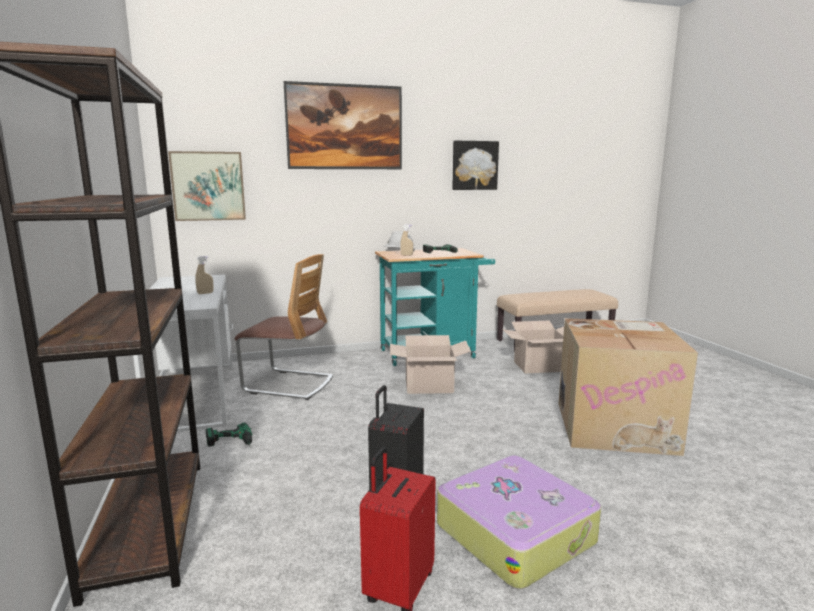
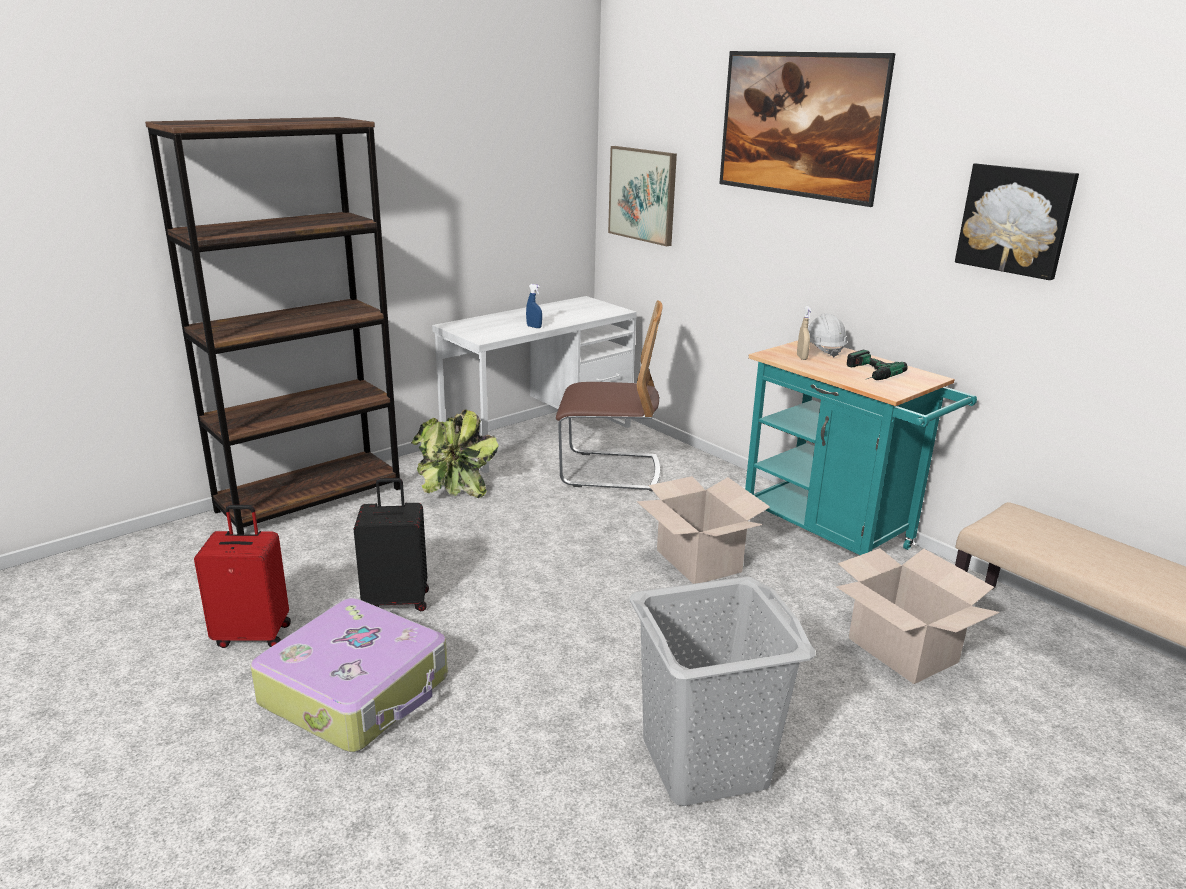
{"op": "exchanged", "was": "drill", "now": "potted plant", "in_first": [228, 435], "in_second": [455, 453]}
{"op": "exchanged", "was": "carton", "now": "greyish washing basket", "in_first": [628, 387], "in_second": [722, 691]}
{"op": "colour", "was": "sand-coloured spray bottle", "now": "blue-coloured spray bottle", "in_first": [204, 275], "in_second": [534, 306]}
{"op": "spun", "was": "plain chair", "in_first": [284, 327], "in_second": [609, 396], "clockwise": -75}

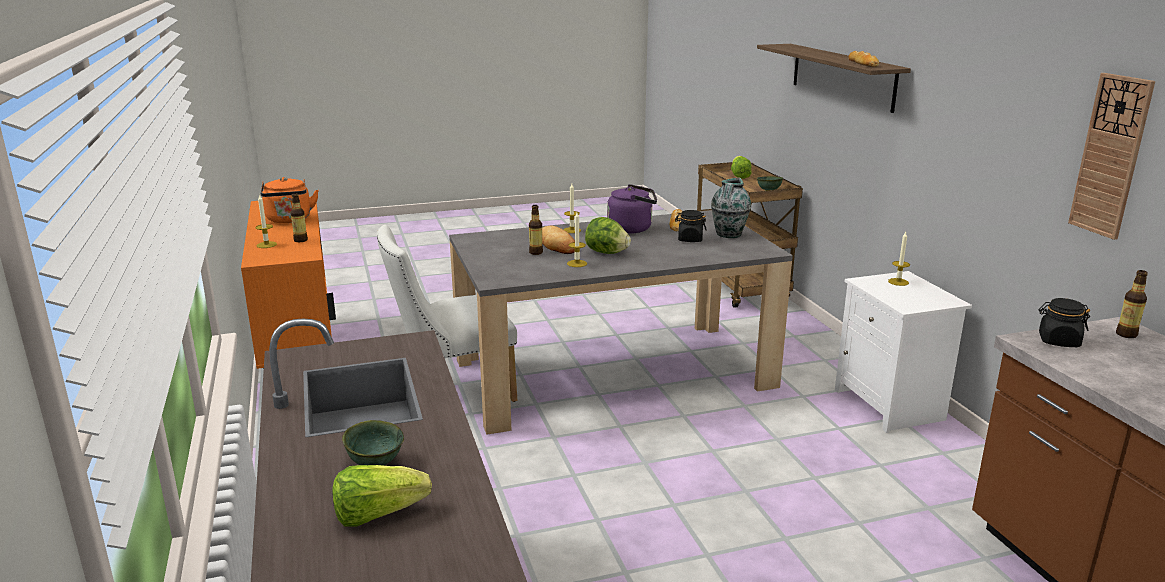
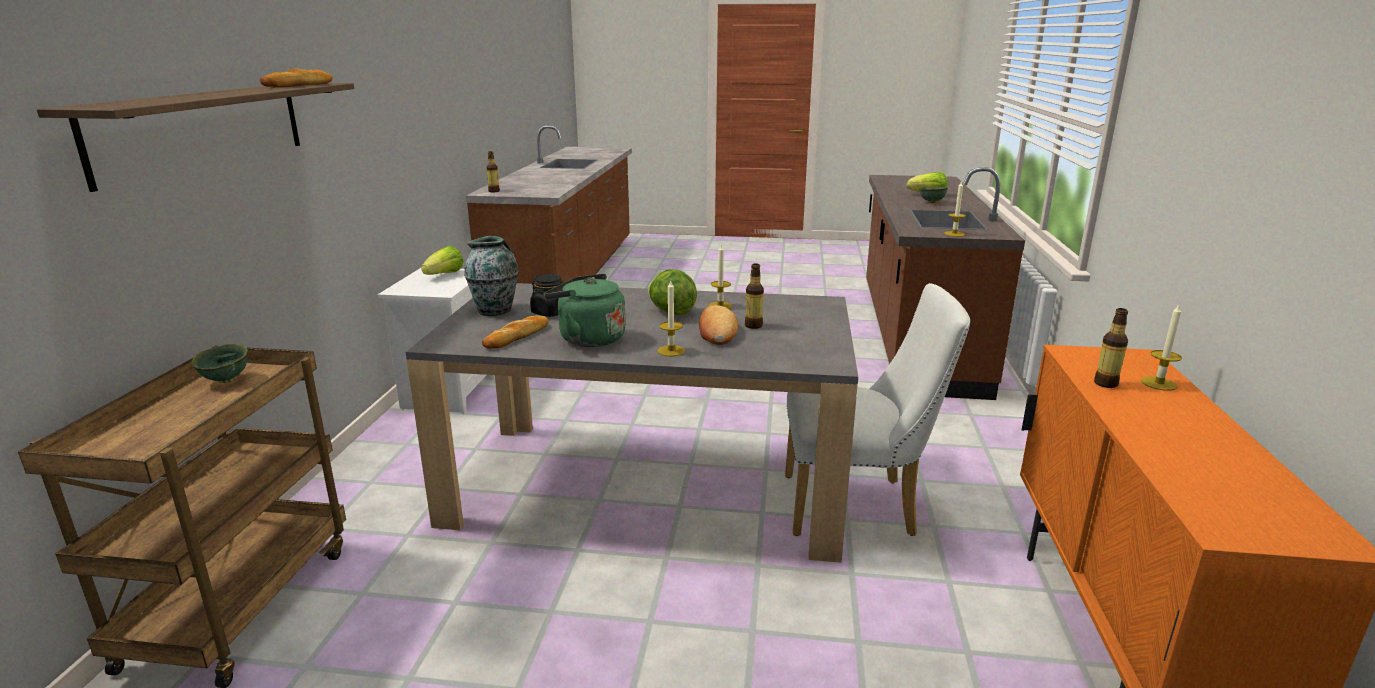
{"op": "missing", "was": "orange water kettle", "in_first": [290, 200]}
{"op": "missing", "was": "black-coloured preserve jar", "in_first": [1064, 322]}
{"op": "missing", "was": "clock on the wall", "in_first": [1111, 156]}
{"op": "relocated", "was": "lettuce head", "in_first": [741, 167], "in_second": [442, 260]}
{"op": "relocated", "was": "wax light", "in_first": [899, 259], "in_second": [955, 209]}
{"op": "colour", "was": "purplish water kettle", "now": "greenish water kettle", "in_first": [632, 209], "in_second": [585, 310]}

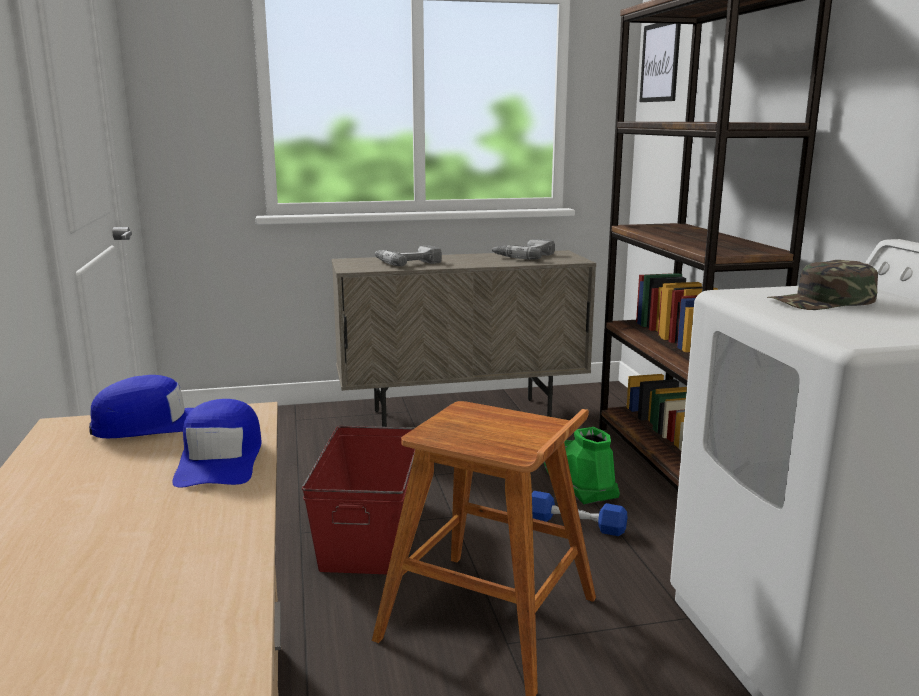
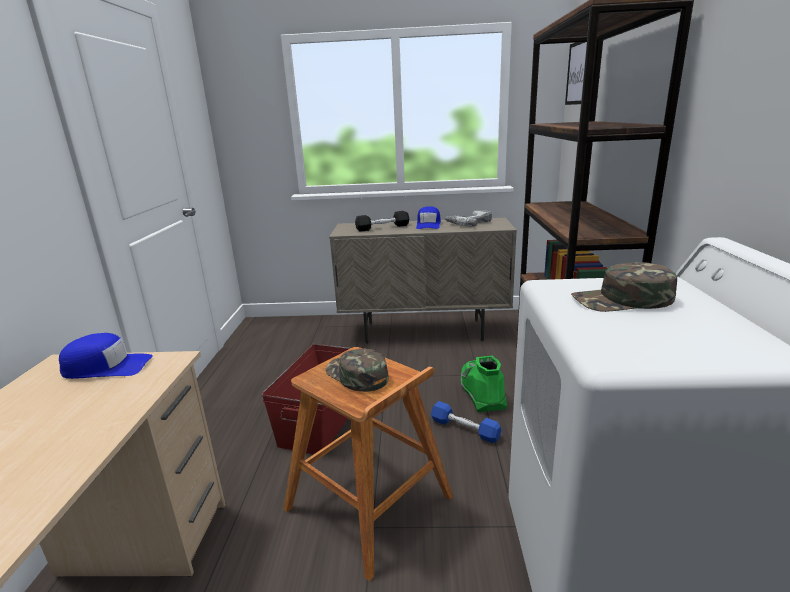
{"op": "appeared", "now": "greenish baseball cap", "in_second": [357, 370]}
{"op": "relocated", "was": "blue-coloured baseball cap", "in_first": [217, 443], "in_second": [428, 217]}
{"op": "exchanged", "was": "drill", "now": "black-coloured free weight", "in_first": [408, 255], "in_second": [382, 221]}

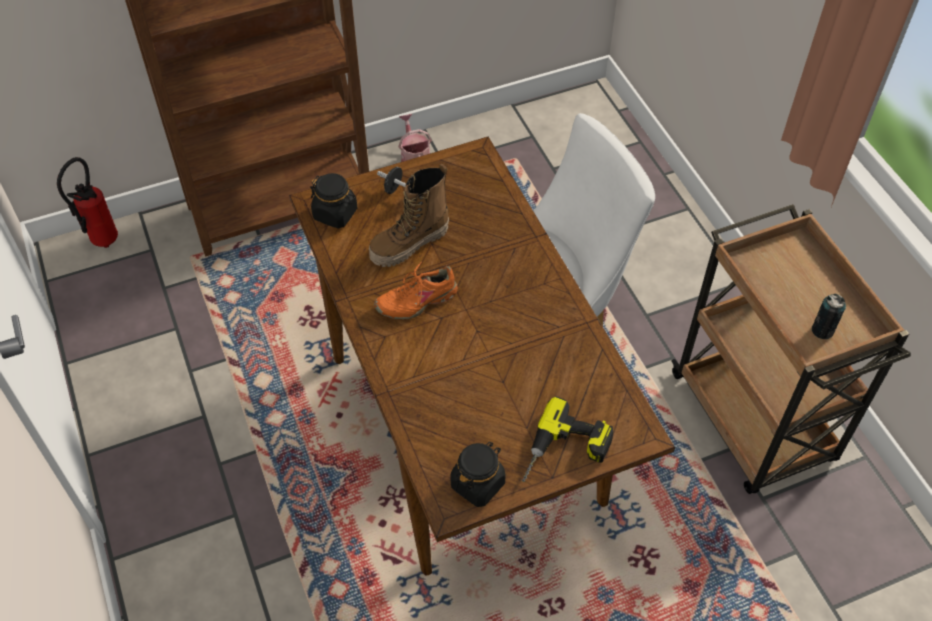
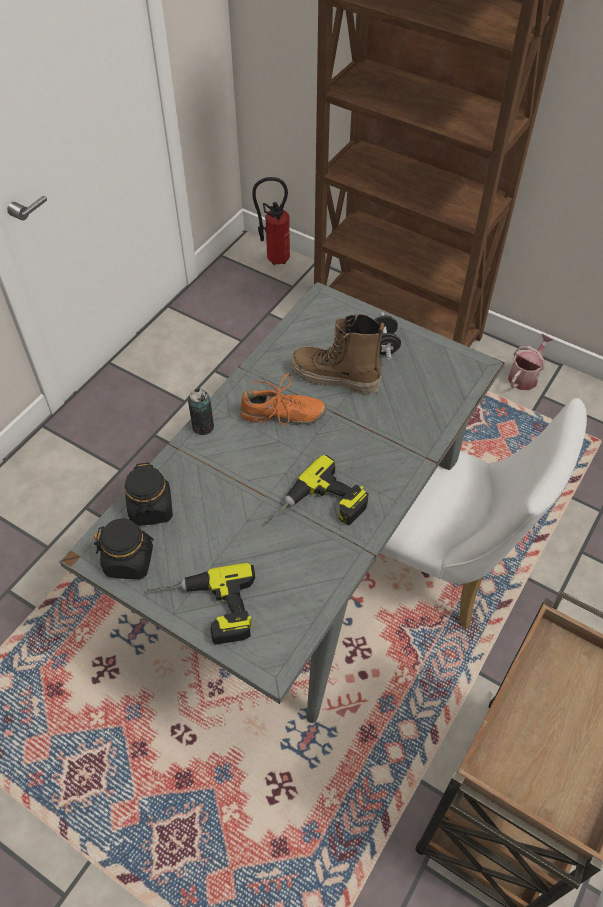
{"op": "appeared", "now": "drill", "in_second": [317, 490]}
{"op": "relocated", "was": "black-coloured preserve jar", "in_first": [334, 201], "in_second": [149, 494]}
{"op": "relocated", "was": "sealed can", "in_first": [829, 316], "in_second": [201, 411]}
{"op": "colour", "was": "brown-coloured dining table", "now": "greyish dining table", "in_first": [482, 356], "in_second": [282, 502]}
{"op": "spun", "was": "orange low shoe", "in_first": [416, 290], "in_second": [283, 399], "clockwise": 150}

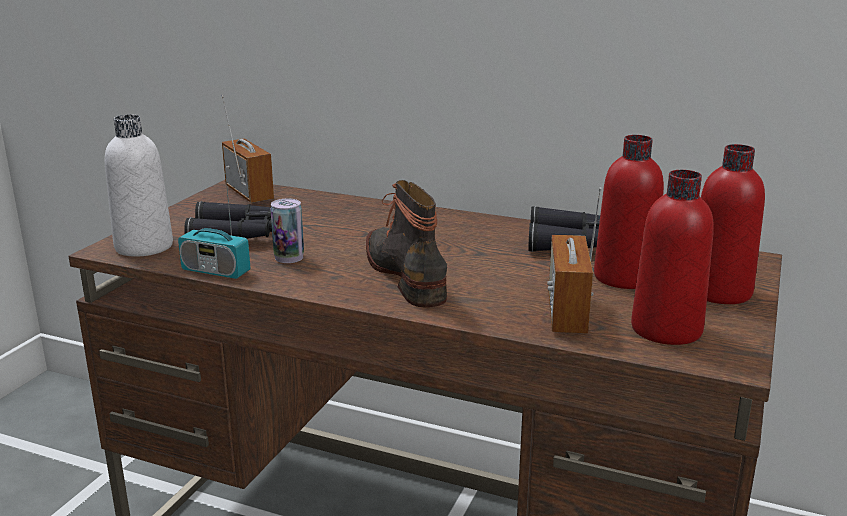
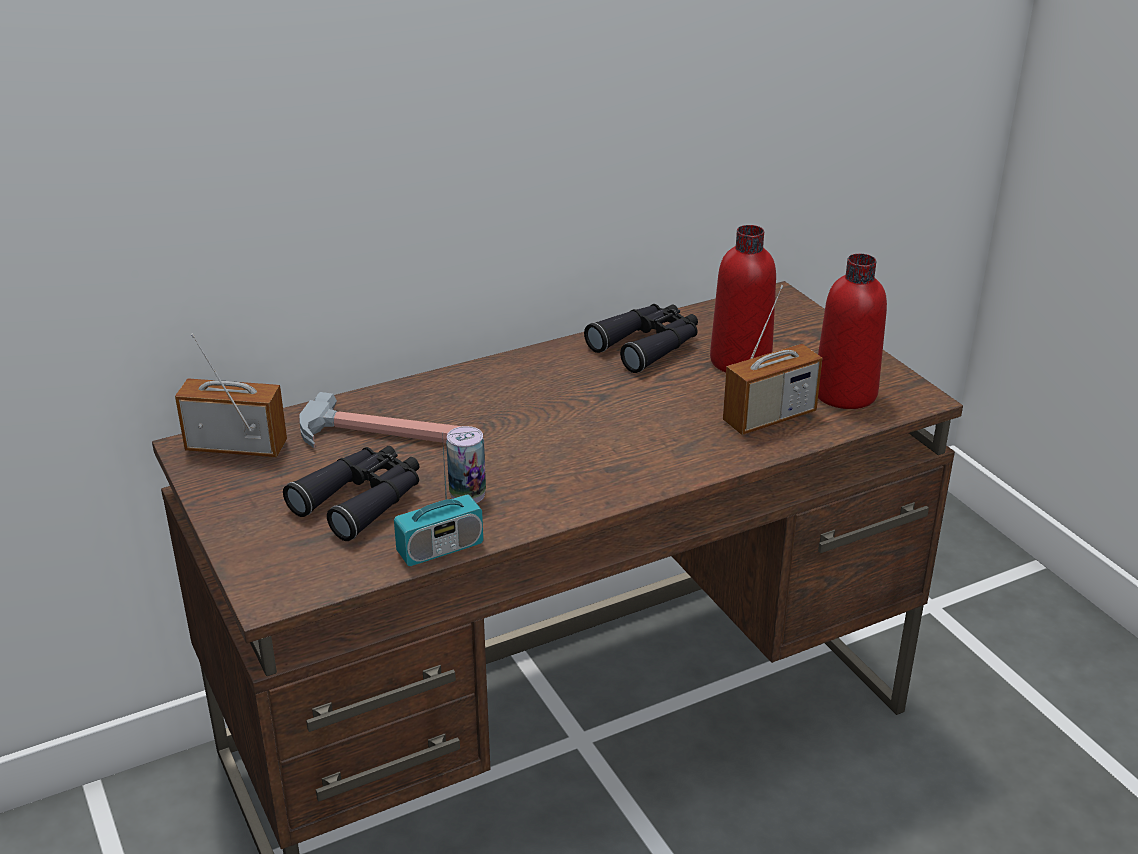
{"op": "missing", "was": "white-coloured bottle", "in_first": [139, 186]}
{"op": "missing", "was": "boot", "in_first": [406, 243]}
{"op": "missing", "was": "red bottle", "in_first": [733, 224]}
{"op": "appeared", "now": "hammer", "in_second": [380, 420]}
{"op": "spun", "was": "radio receiver", "in_first": [574, 260], "in_second": [772, 360], "clockwise": -75}

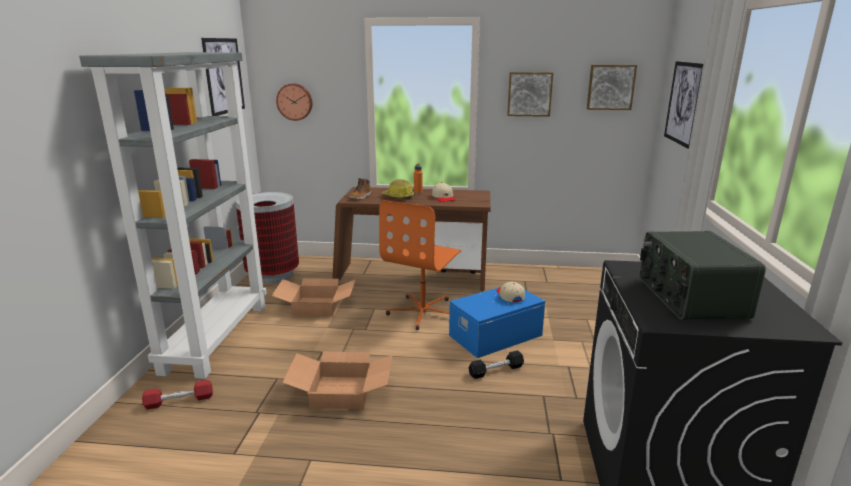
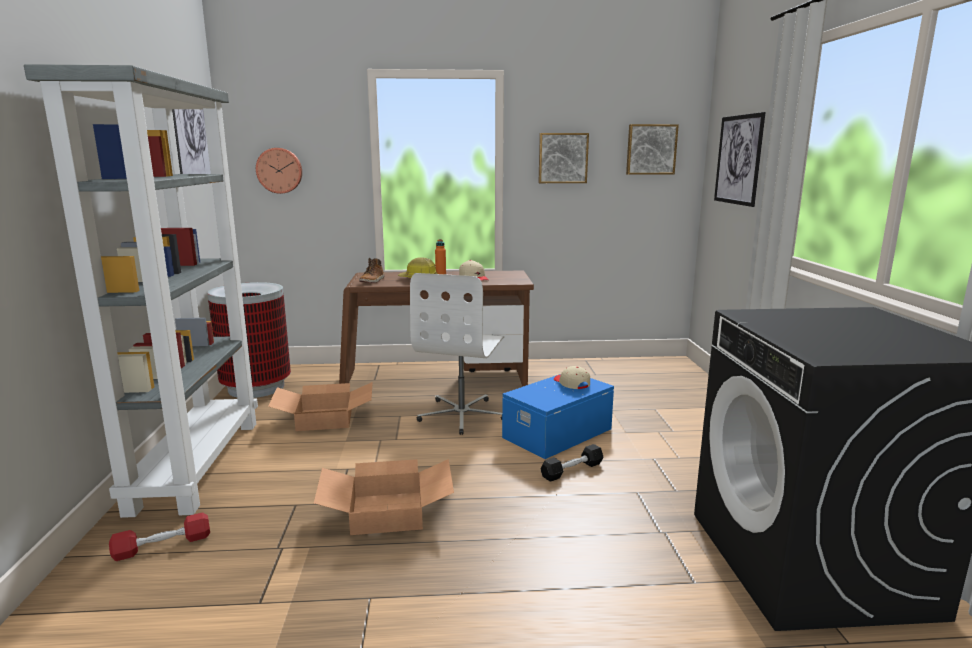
{"op": "missing", "was": "radio receiver", "in_first": [702, 275]}
{"op": "colour", "was": "orange office chair", "now": "white-coloured office chair", "in_first": [420, 265], "in_second": [457, 354]}

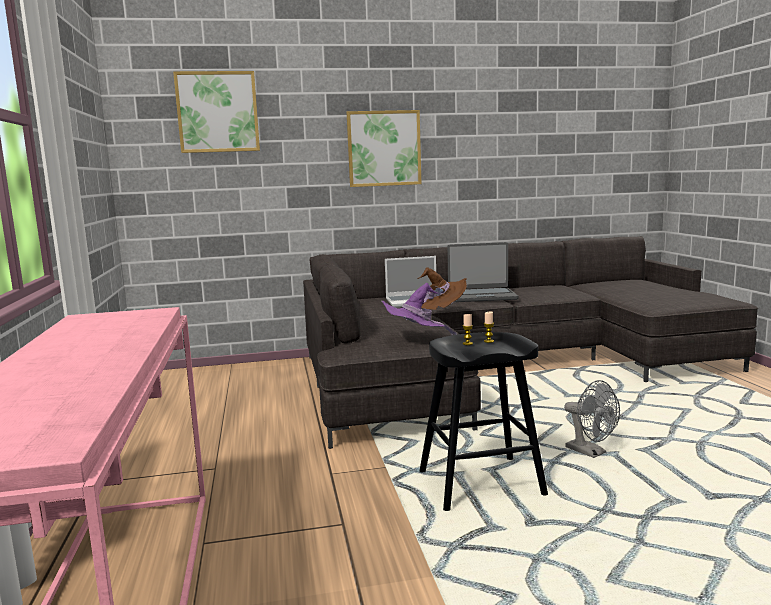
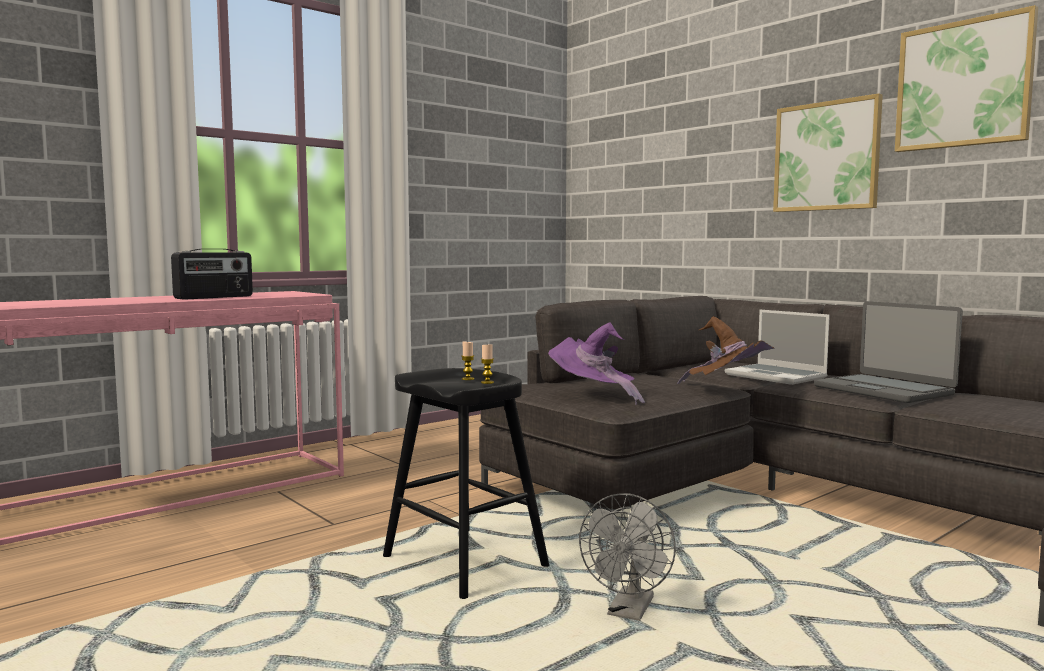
{"op": "appeared", "now": "radio receiver", "in_second": [212, 274]}
{"op": "relocated", "was": "wall art", "in_first": [216, 112], "in_second": [966, 78]}

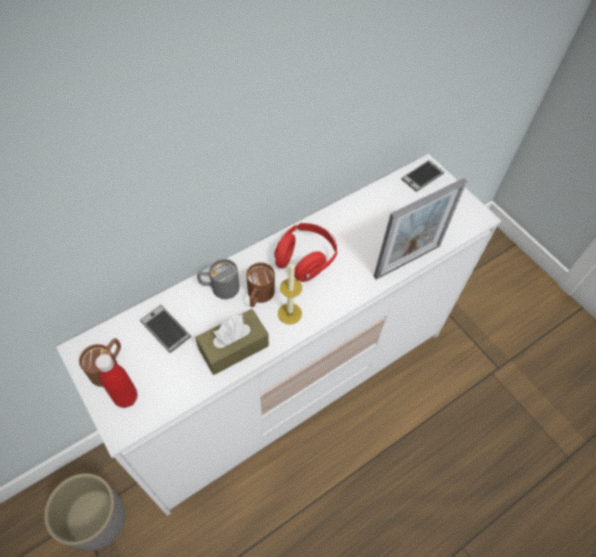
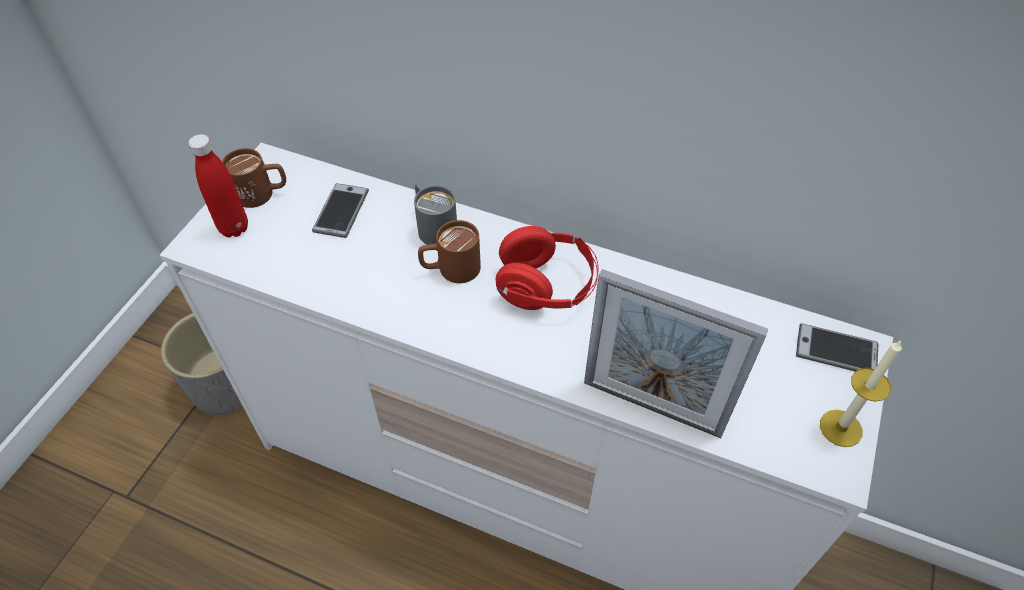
{"op": "missing", "was": "brown-coloured tissue box", "in_first": [232, 342]}
{"op": "relocated", "was": "wax light", "in_first": [290, 293], "in_second": [861, 394]}

